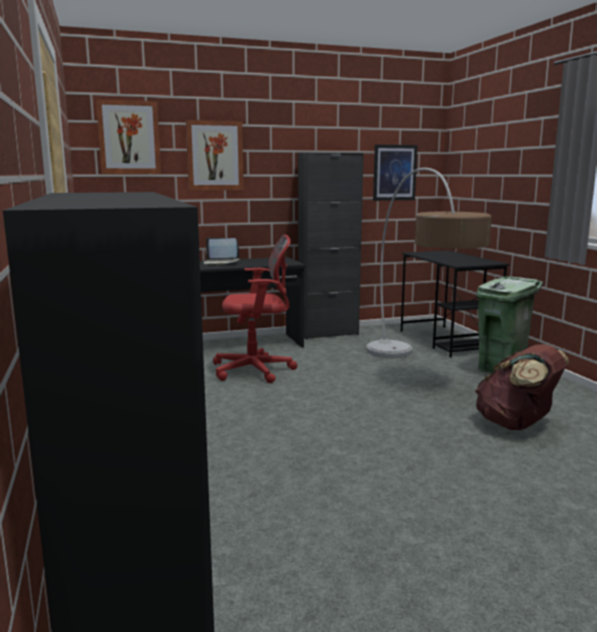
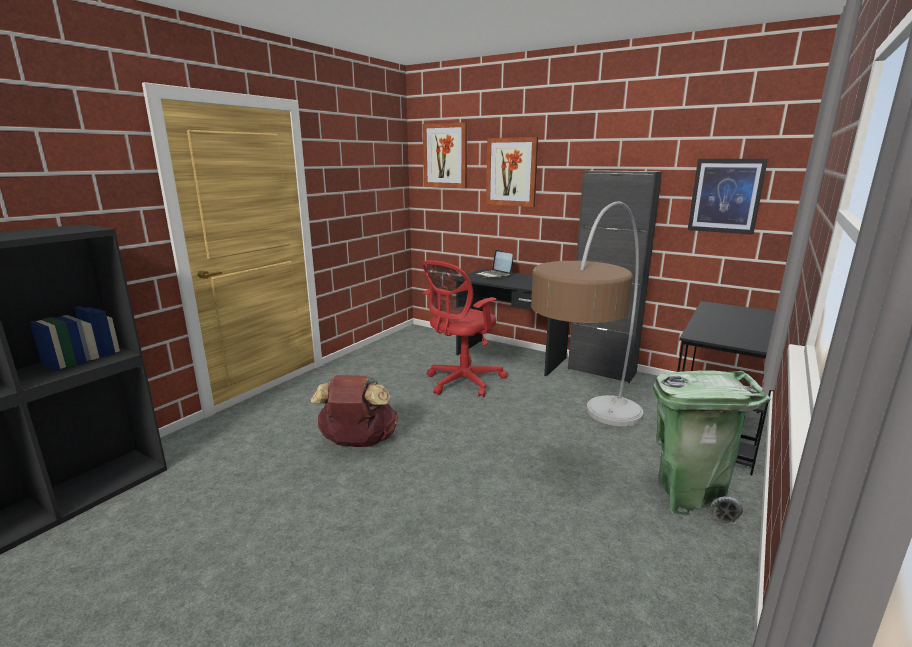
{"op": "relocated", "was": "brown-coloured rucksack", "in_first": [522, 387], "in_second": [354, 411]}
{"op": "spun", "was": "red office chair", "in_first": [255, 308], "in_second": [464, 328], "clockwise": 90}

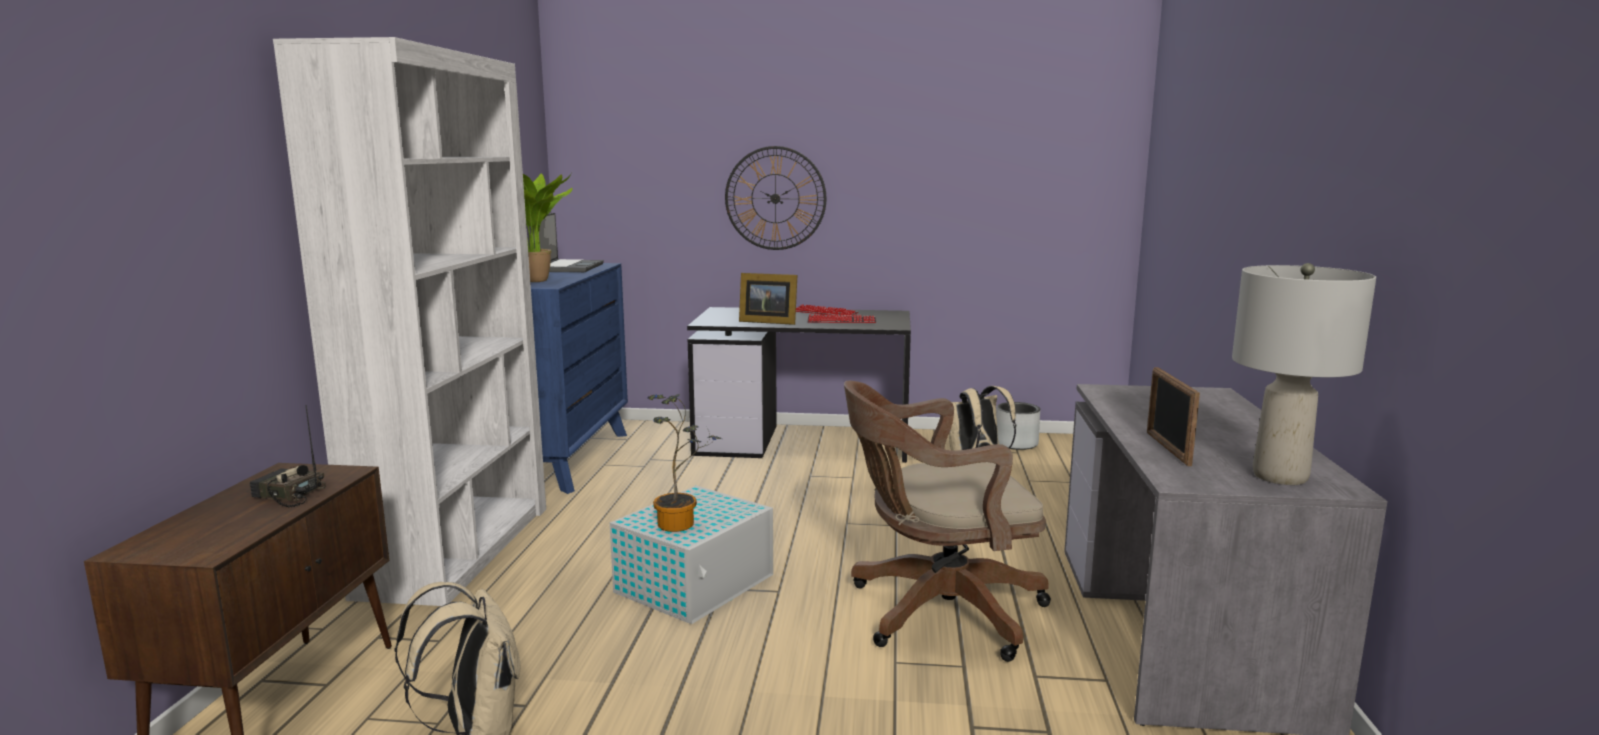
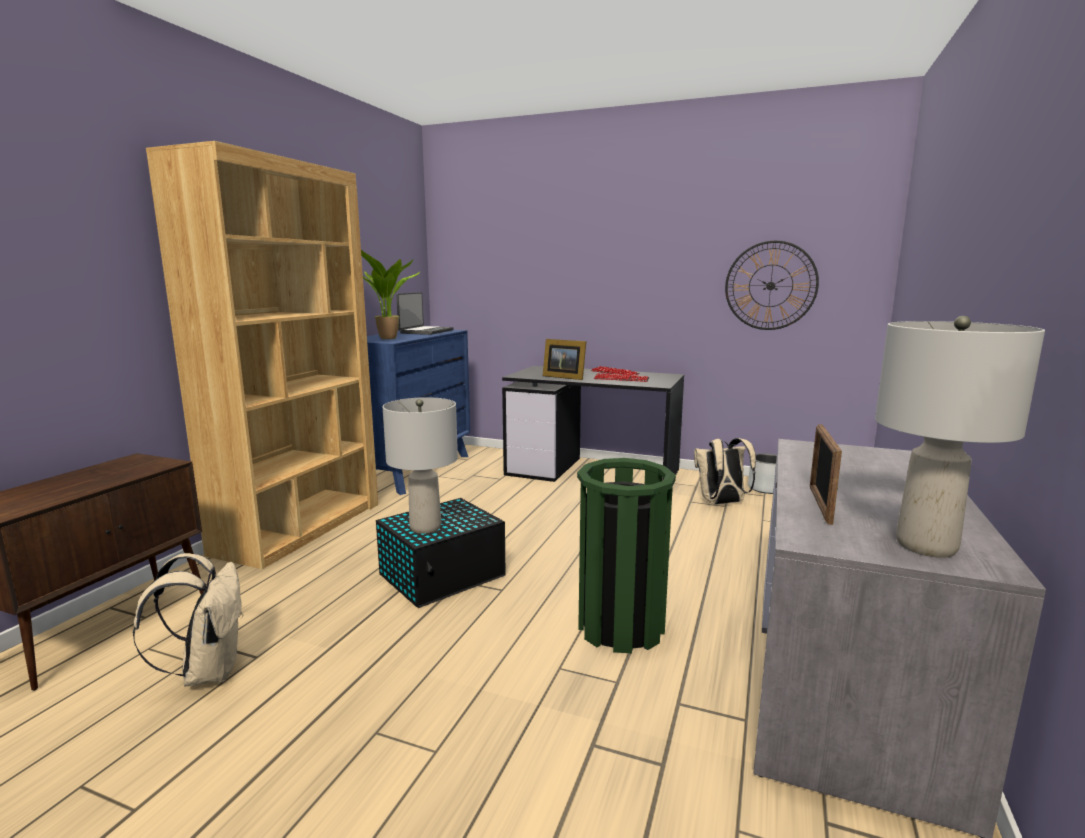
{"op": "missing", "was": "radio receiver", "in_first": [287, 456]}
{"op": "relocated", "was": "clock on the wall", "in_first": [776, 198], "in_second": [772, 285]}
{"op": "exchanged", "was": "potted plant", "now": "greyish lamp for a table", "in_first": [685, 463], "in_second": [420, 465]}
{"op": "exchanged", "was": "brown-coloured office chair", "now": "greenish trash can", "in_first": [947, 521], "in_second": [626, 555]}
{"op": "colour", "was": "white-coloured bookshelf", "now": "brown-coloured bookshelf", "in_first": [409, 321], "in_second": [262, 355]}
{"op": "colour", "was": "white-coloured storage bin", "now": "black-coloured storage bin", "in_first": [691, 555], "in_second": [441, 553]}

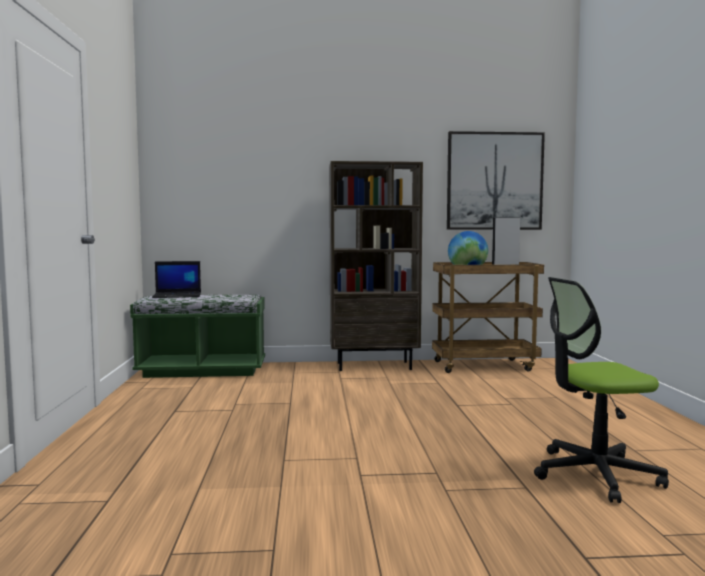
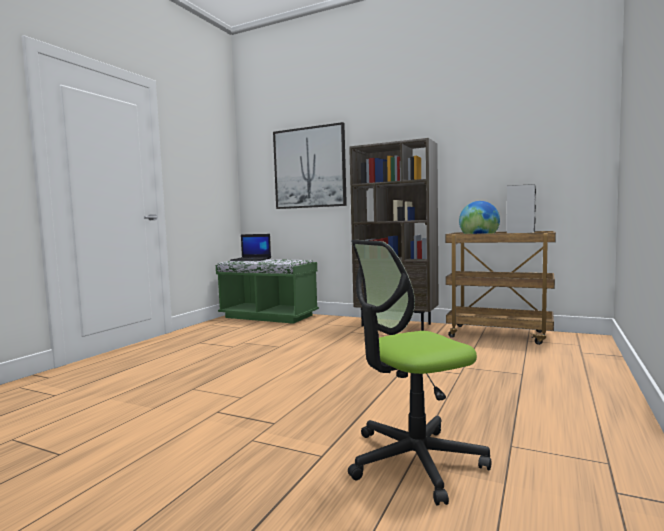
{"op": "relocated", "was": "wall art", "in_first": [496, 180], "in_second": [310, 165]}
{"op": "spun", "was": "office chair", "in_first": [601, 390], "in_second": [420, 372], "clockwise": -45}

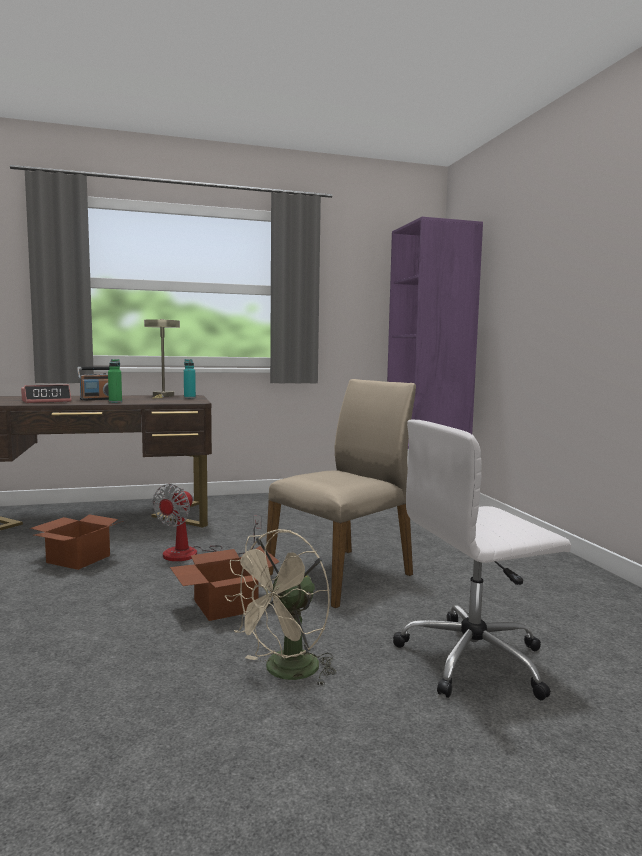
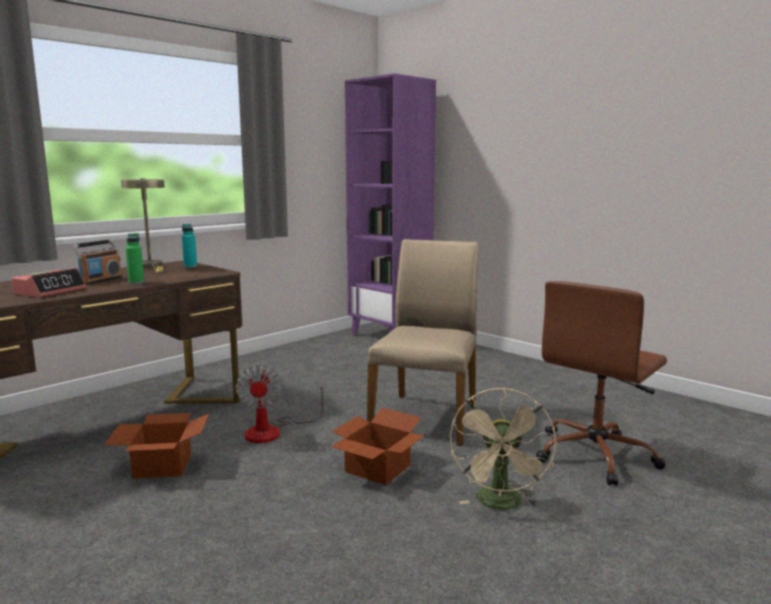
{"op": "colour", "was": "white-coloured office chair", "now": "brown-coloured office chair", "in_first": [482, 559], "in_second": [601, 383]}

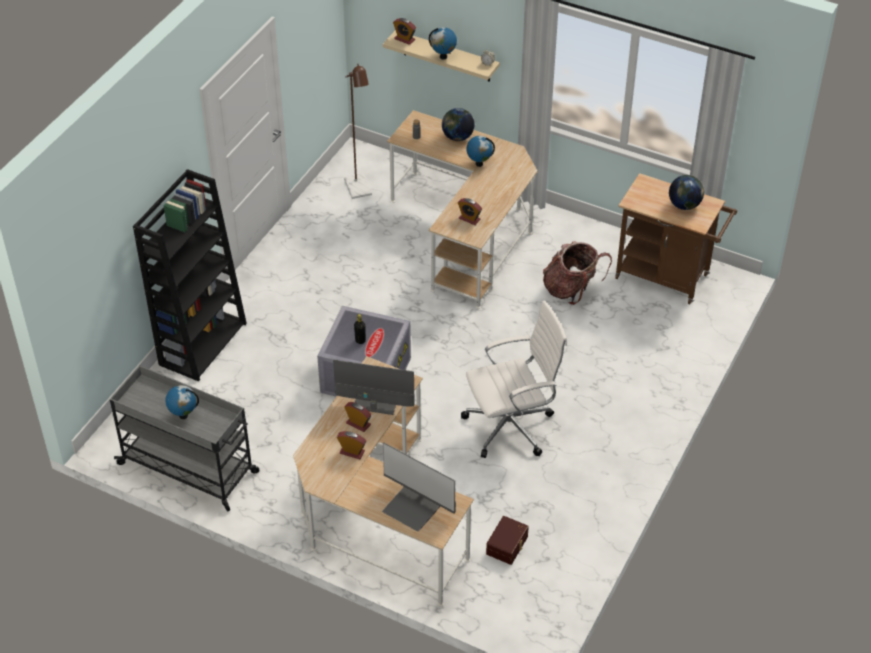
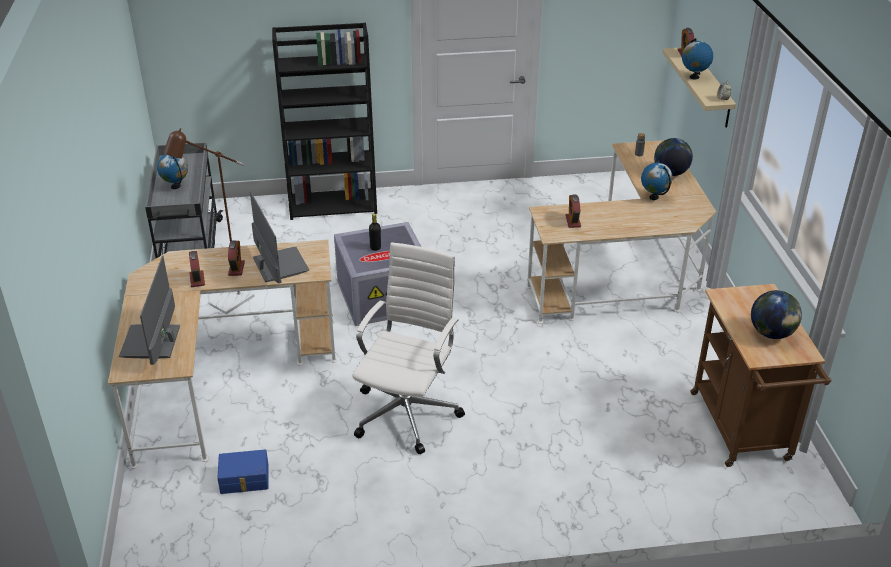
{"op": "missing", "was": "rucksack", "in_first": [577, 273]}
{"op": "relocated", "was": "brown-coloured floor lamp", "in_first": [358, 131], "in_second": [209, 221]}
{"op": "colour", "was": "brown-coloured storage bin", "now": "blue-coloured storage bin", "in_first": [507, 540], "in_second": [243, 471]}
{"op": "spun", "was": "white-coloured office chair", "in_first": [514, 379], "in_second": [408, 348], "clockwise": -105}

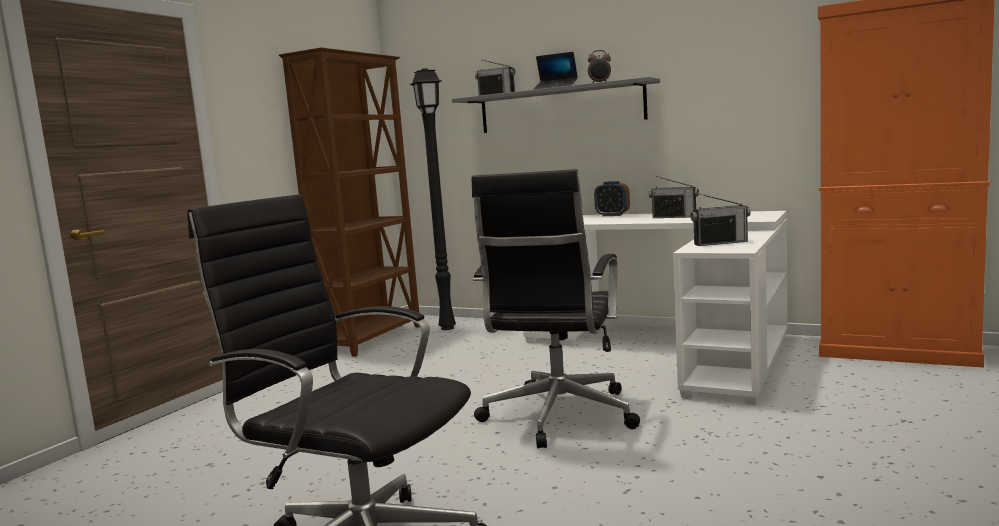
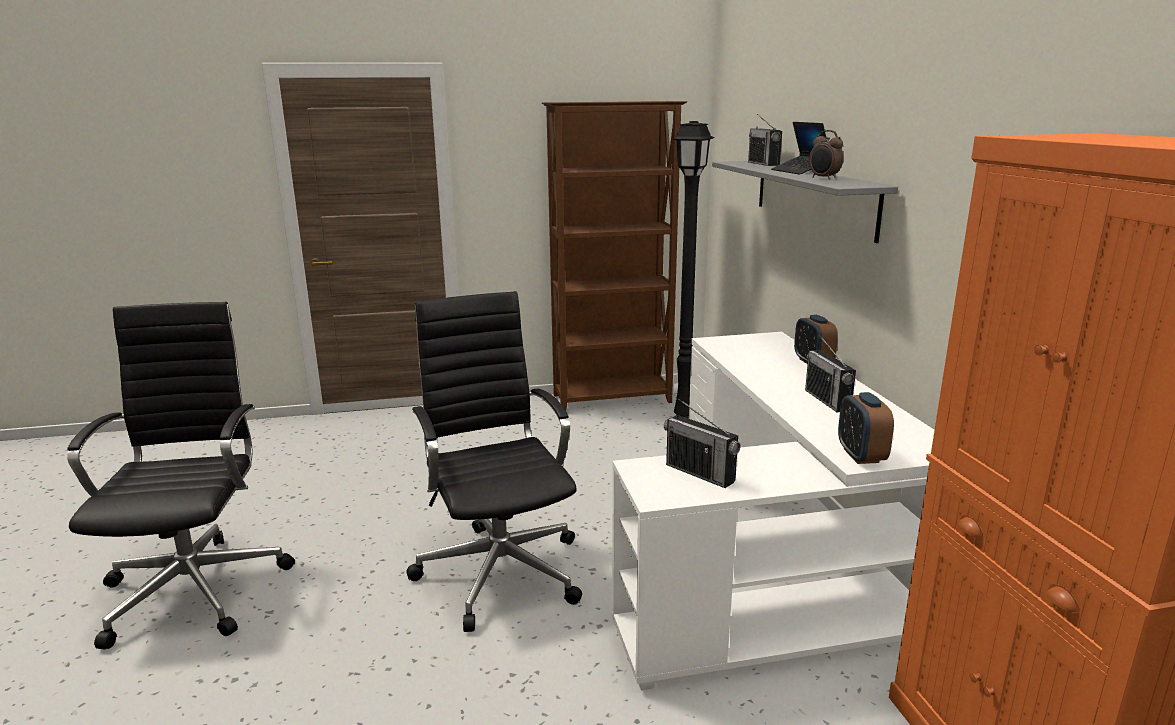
{"op": "appeared", "now": "alarm clock", "in_second": [866, 428]}
{"op": "spun", "was": "black-coloured office chair", "in_first": [556, 308], "in_second": [494, 461], "clockwise": 90}

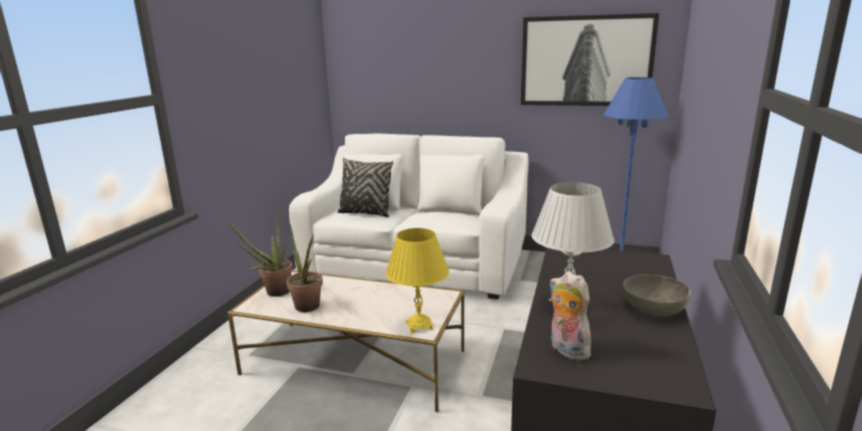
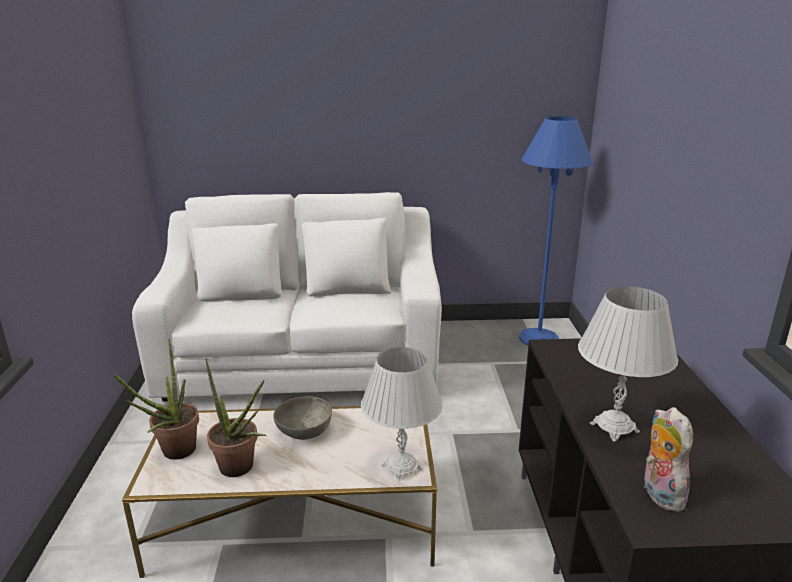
{"op": "missing", "was": "black-coloured throw pillow", "in_first": [365, 187]}
{"op": "missing", "was": "wall art", "in_first": [590, 59]}
{"op": "relocated", "was": "greyish bowl", "in_first": [657, 295], "in_second": [302, 418]}
{"op": "colour", "was": "yellow-coloured lamp for a table", "now": "white-coloured lamp for a table", "in_first": [417, 281], "in_second": [402, 414]}
{"op": "spun", "was": "plush toy", "in_first": [570, 316], "in_second": [667, 459], "clockwise": 45}

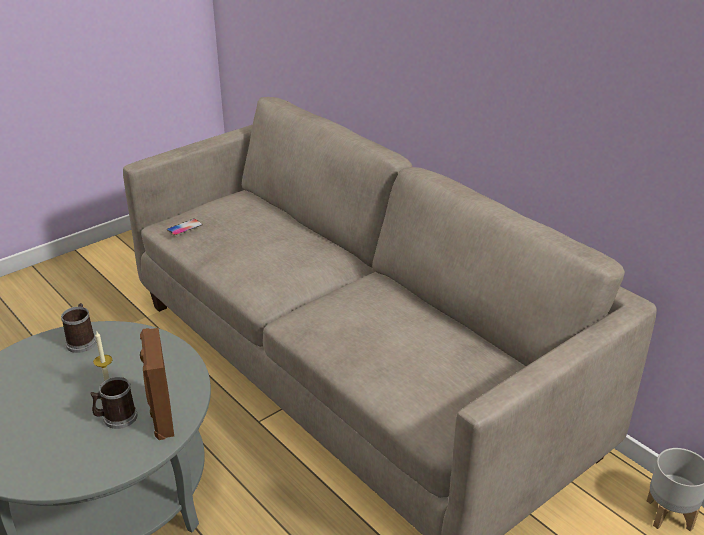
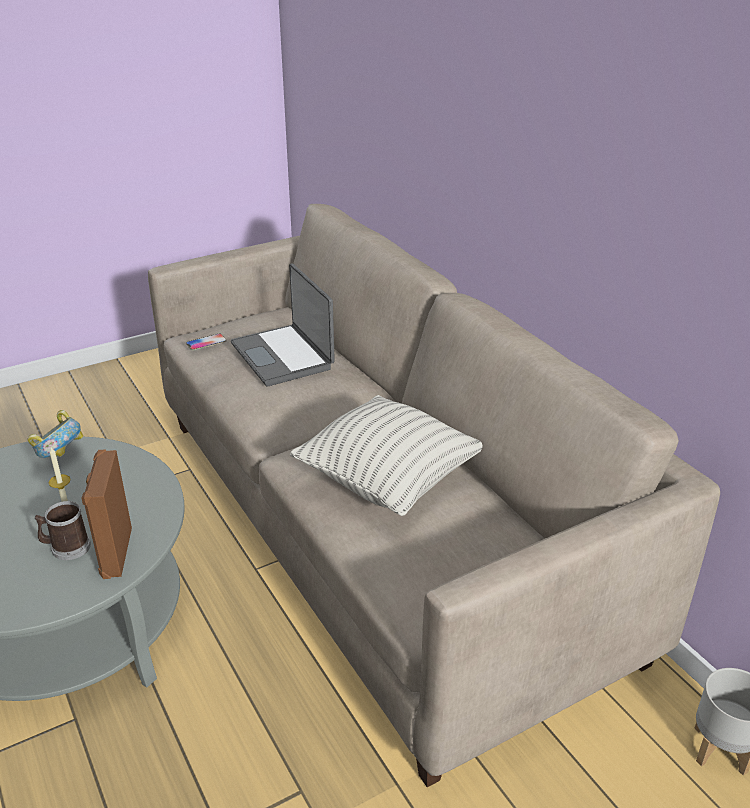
{"op": "appeared", "now": "portable computer", "in_second": [283, 324]}
{"op": "appeared", "now": "throw pillow", "in_second": [386, 455]}
{"op": "exchanged", "was": "mug", "now": "bowl", "in_first": [78, 328], "in_second": [55, 434]}

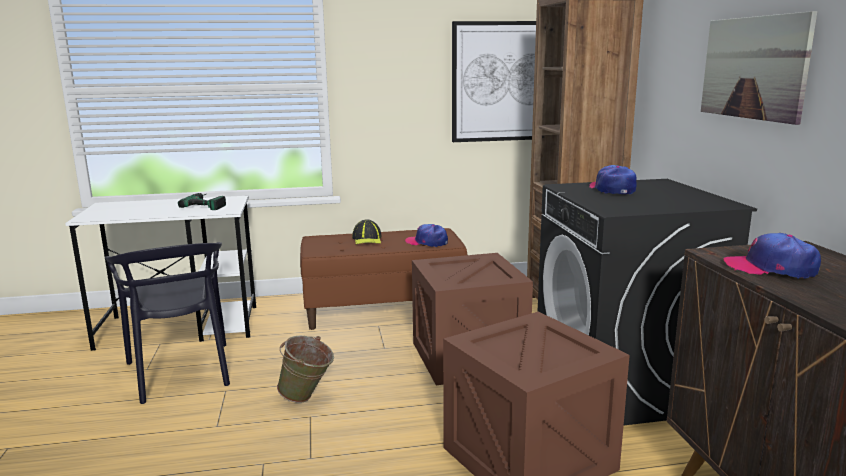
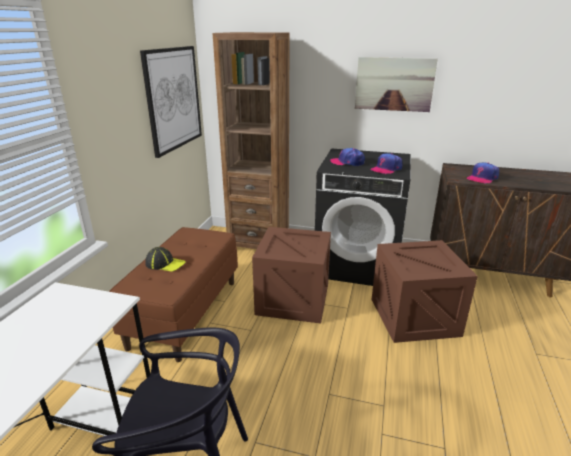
{"op": "missing", "was": "drill", "in_first": [202, 201]}
{"op": "missing", "was": "greenish pail", "in_first": [305, 369]}
{"op": "relocated", "was": "baseball cap", "in_first": [426, 235], "in_second": [386, 163]}

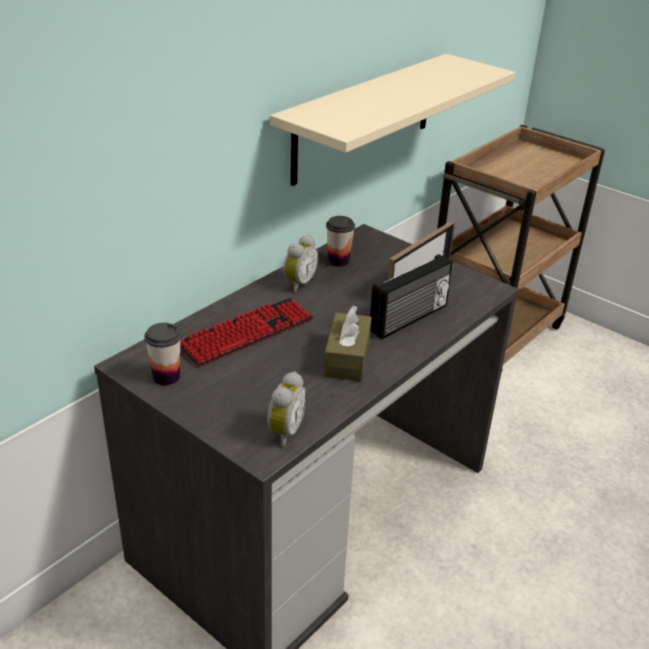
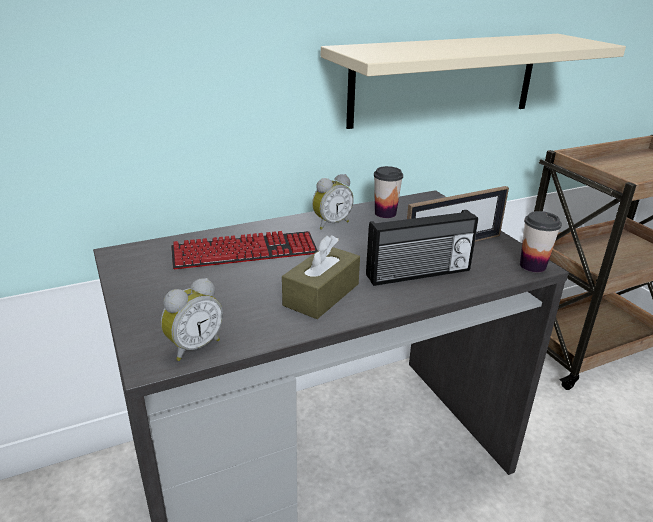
{"op": "relocated", "was": "small cup", "in_first": [162, 354], "in_second": [541, 241]}

